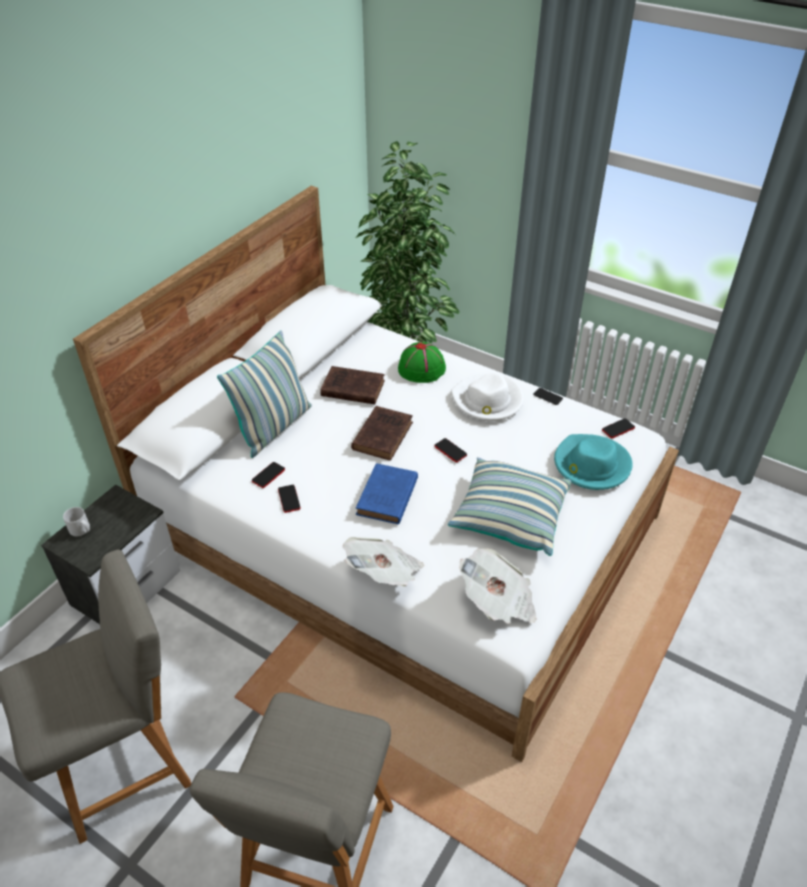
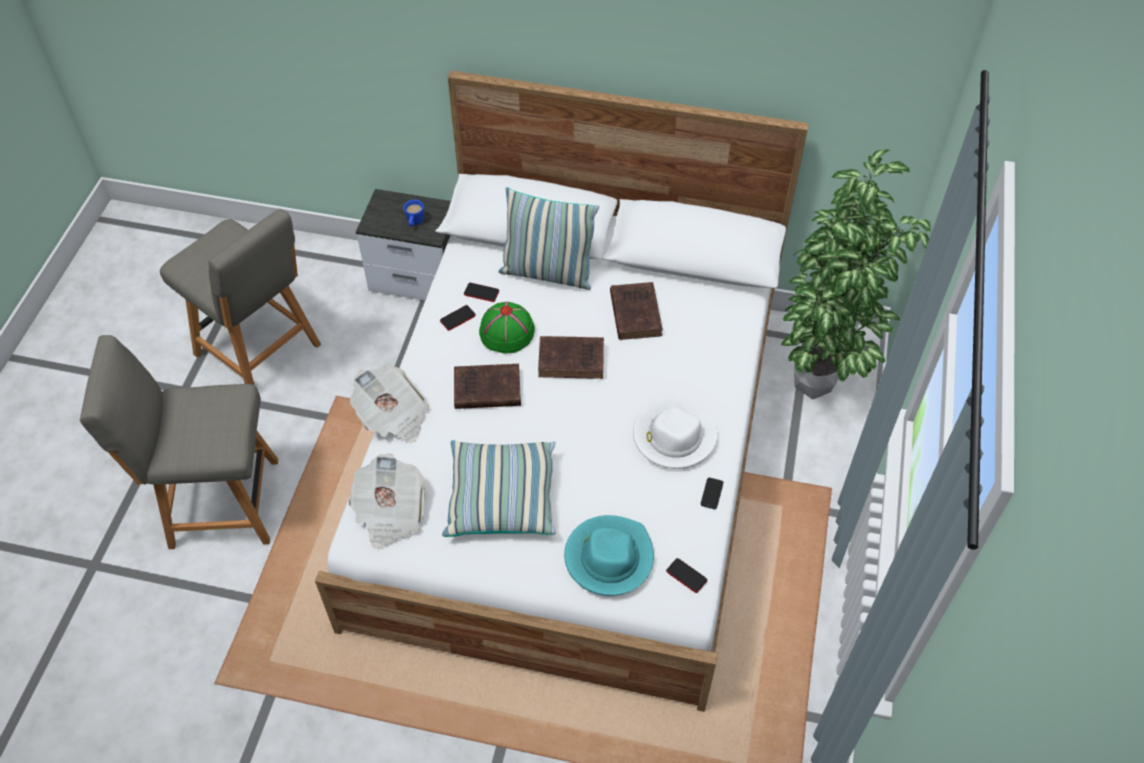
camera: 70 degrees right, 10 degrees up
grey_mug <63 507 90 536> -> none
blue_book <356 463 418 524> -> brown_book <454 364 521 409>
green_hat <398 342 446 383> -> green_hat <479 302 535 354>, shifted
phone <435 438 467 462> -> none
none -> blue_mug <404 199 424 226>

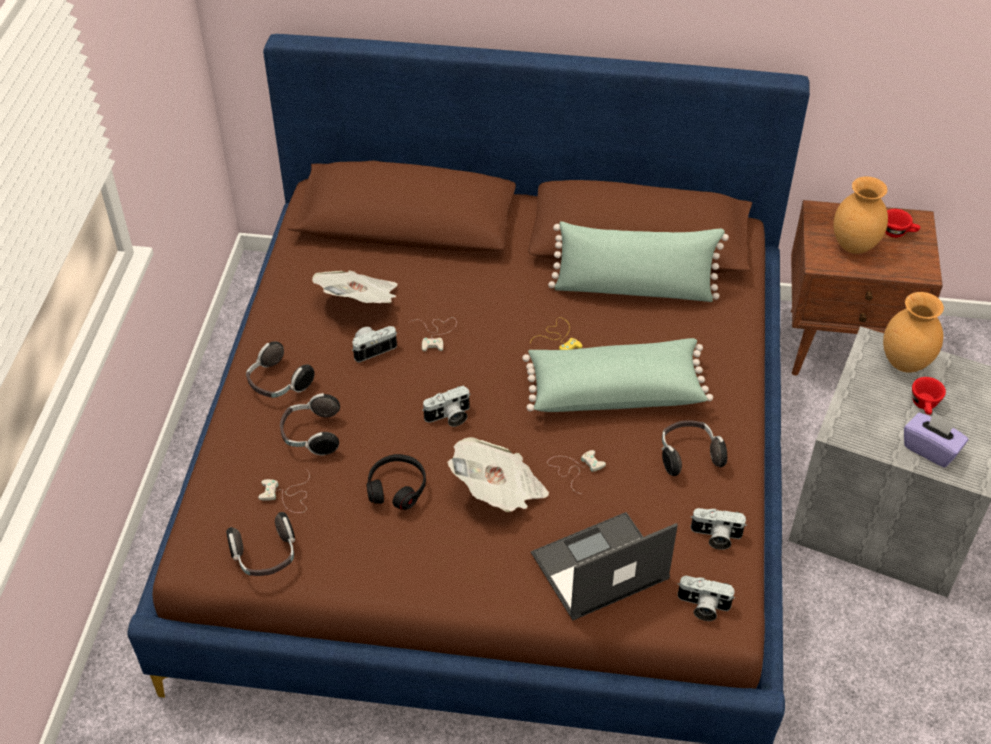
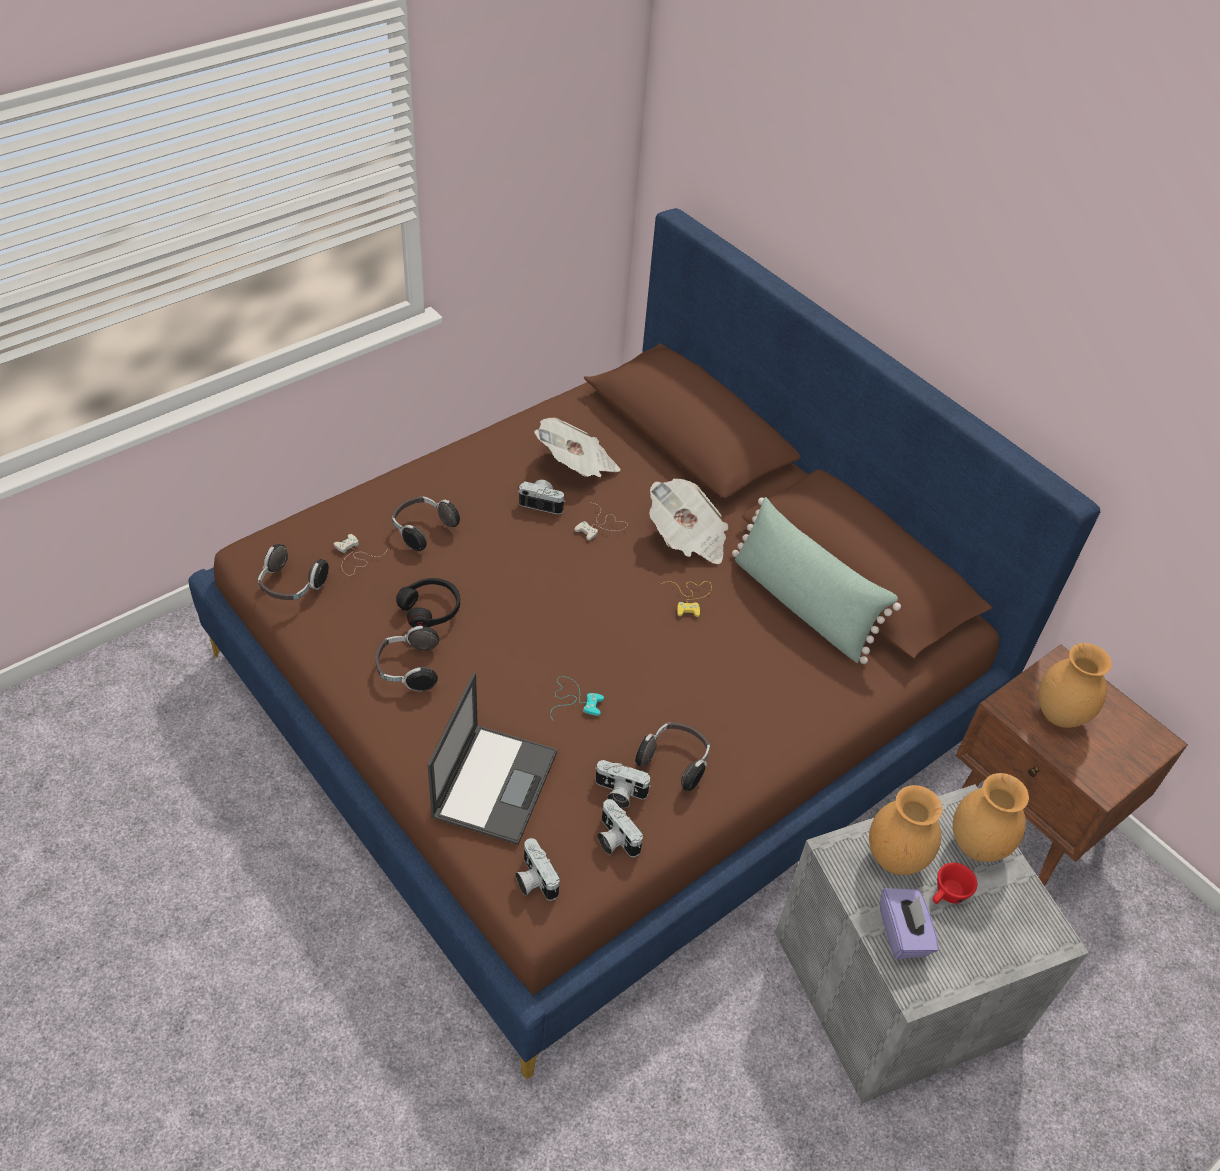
camera: 40 degrees right, 0 degrees up
headphones <246 341 315 398> -> headphones <375 626 439 691>, shifted
photo_camera <422 386 470 427> -> photo_camera <595 760 651 808>, shifted
newspaper <447 437 549 512> -> newspaper <649 479 728 564>, shifted
green_pillow <522 338 713 412> -> none
laptop <531 512 678 620> -> laptop <428 672 557 845>, 90 degrees clockwise
white_game_controller <547 450 606 494> -> turquoise_game_controller <550 676 604 720>
red_cup <885 209 921 238> -> none
none -> brown_vase <869 785 942 875>

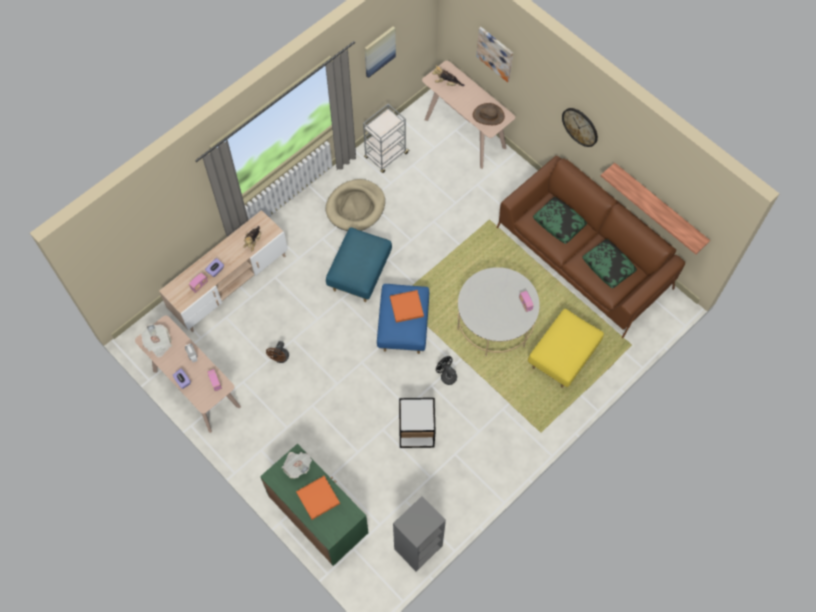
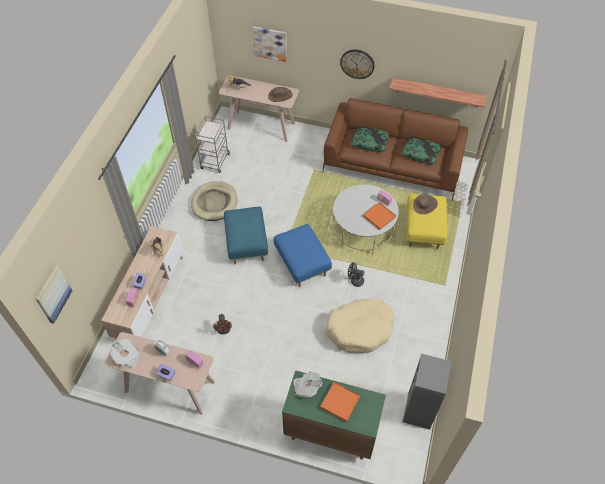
camera: 30 degrees left, 10 degrees down
picture <365 26 396 78> -> picture <36 265 72 324>, shifted
orange_tray <390 290 424 323> -> orange_tray <363 202 396 230>, shifted
side_table <399 398 435 448> -> beige_dog_bed <325 298 394 353>
none -> brown_hat <413 194 438 214>

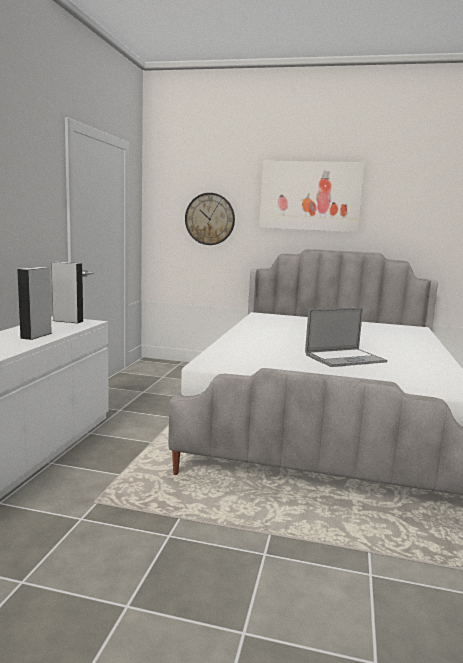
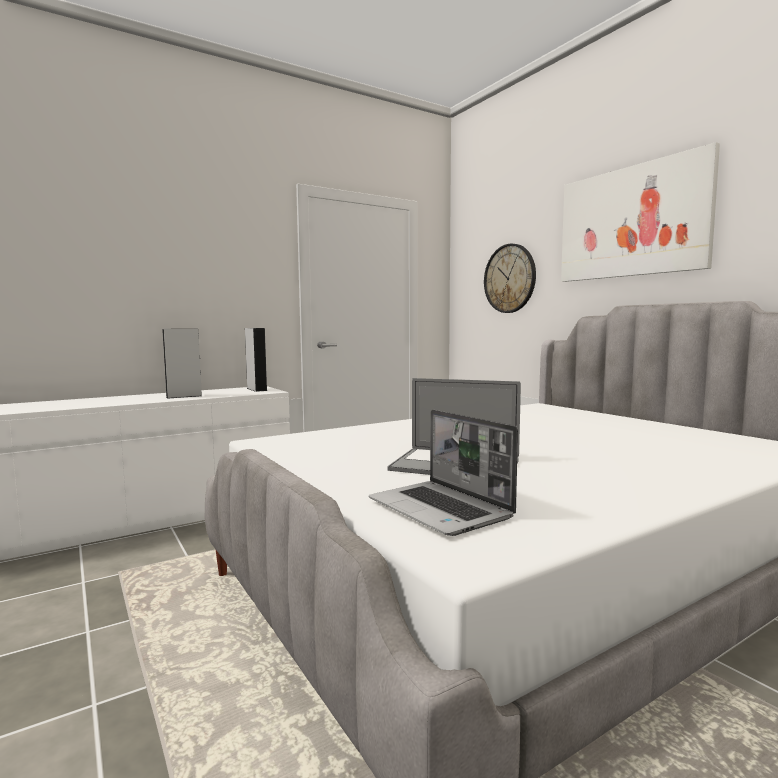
camera: 45 degrees right, 5 degrees down
none -> laptop <369 410 518 536>

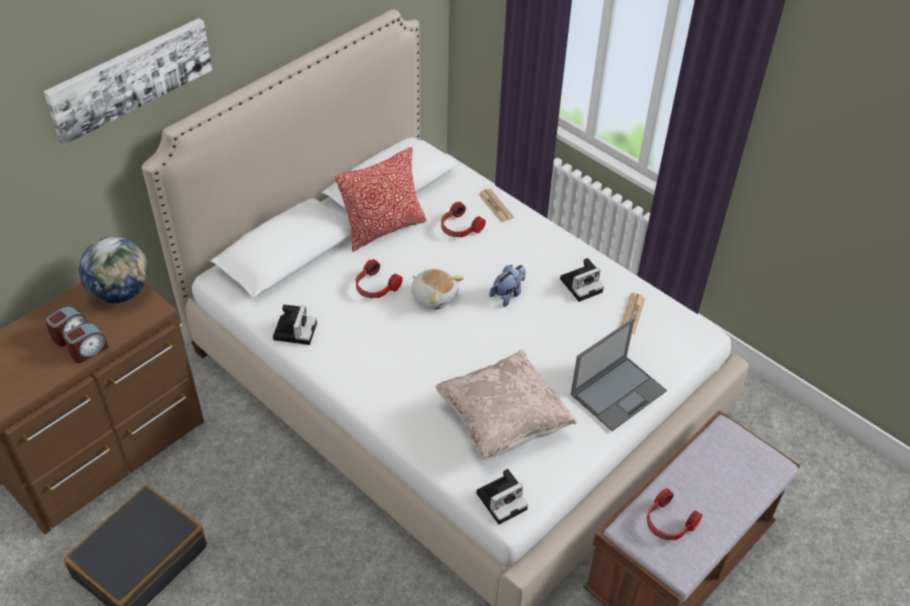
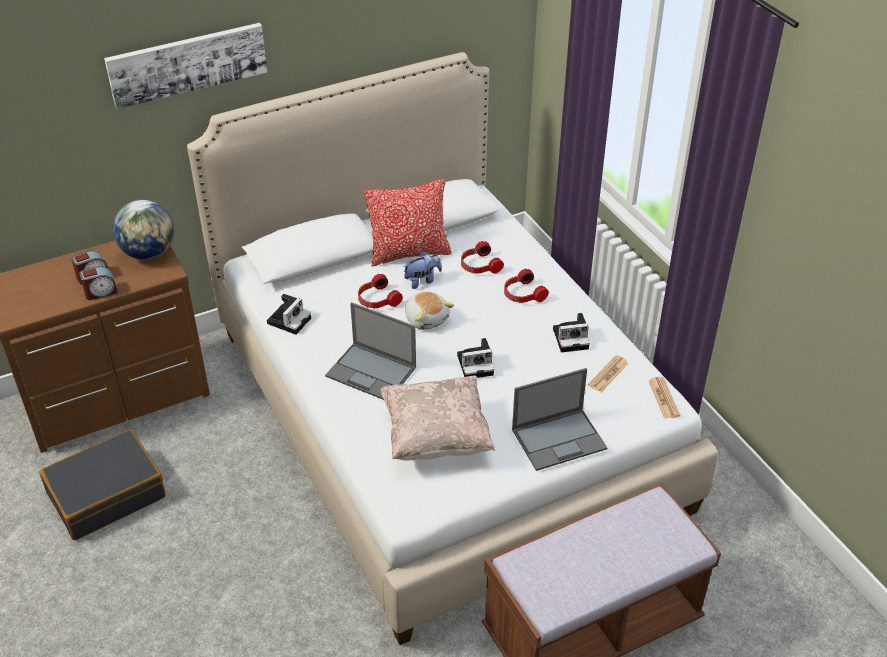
camera: 20 degrees right, 5 degrees down
photo_camera <476 469 528 524> -> photo_camera <457 338 494 378>, shifted
newspaper <479 188 514 223> -> newspaper <648 377 680 419>, shifted
plush_toy <490 265 526 307> -> plush_toy <403 251 442 289>, shifted
headphones <647 488 702 540> -> headphones <504 269 549 303>, shifted
none -> laptop <325 302 416 400>

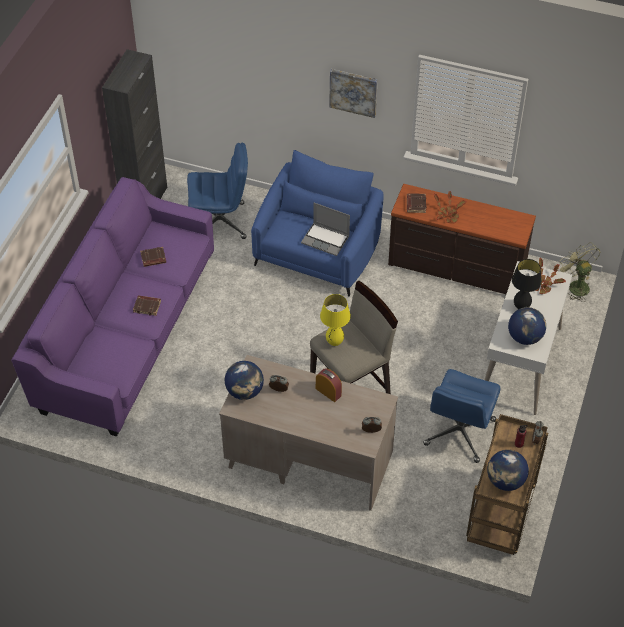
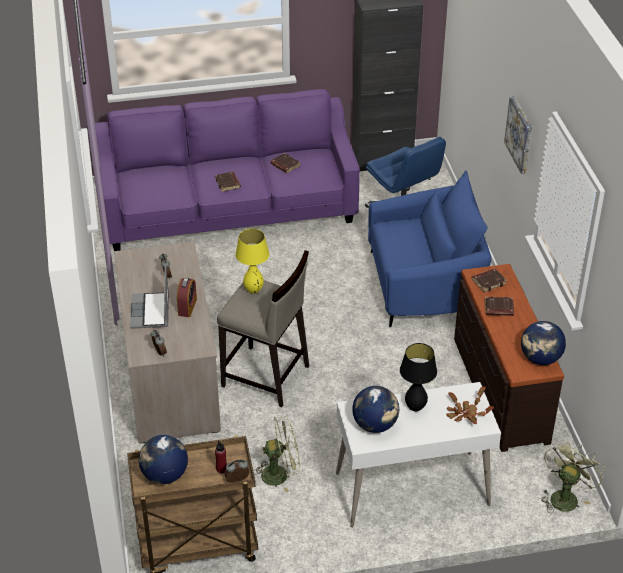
camera: 60 degrees right, 10 degrees down
globe <225 361 264 400> -> globe <521 321 566 365>, shifted
laptop <301 203 350 256> -> laptop <130 265 169 329>, shifted
blue_office_chair <423 369 500 463> -> green_fan <253 416 300 492>
potted_plant <434 191 466 223> -> brown_book <485 296 514 316>

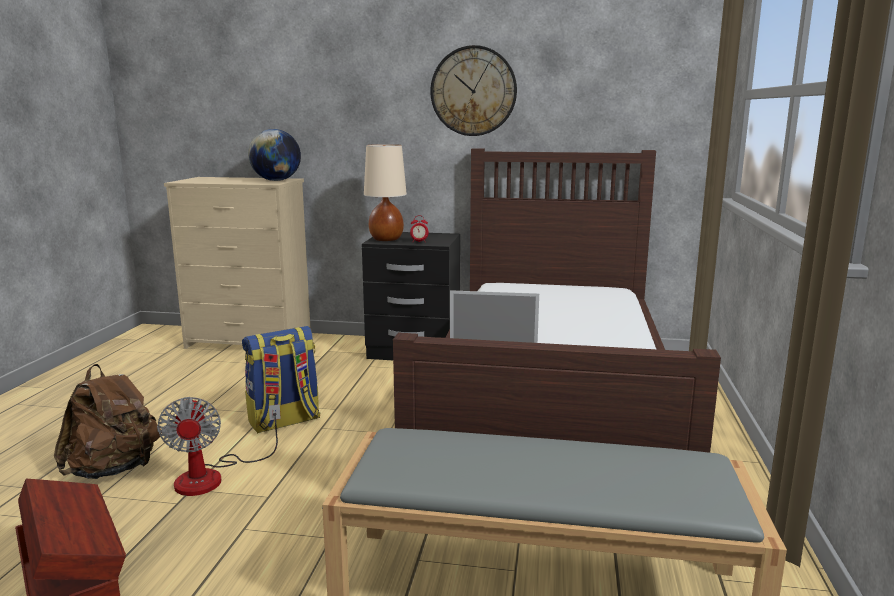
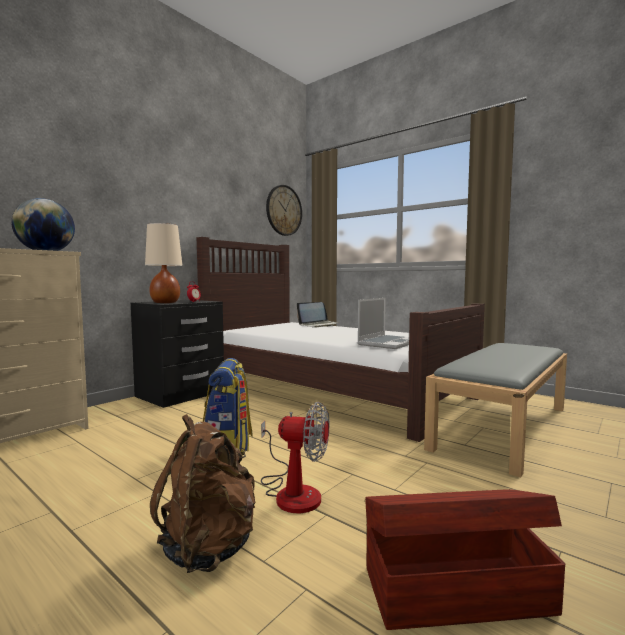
camera: 60 degrees left, 10 degrees down
wall_clock <430 45 517 136> -> wall_clock <266 185 302 236>, shifted
none -> laptop <297 302 339 328>

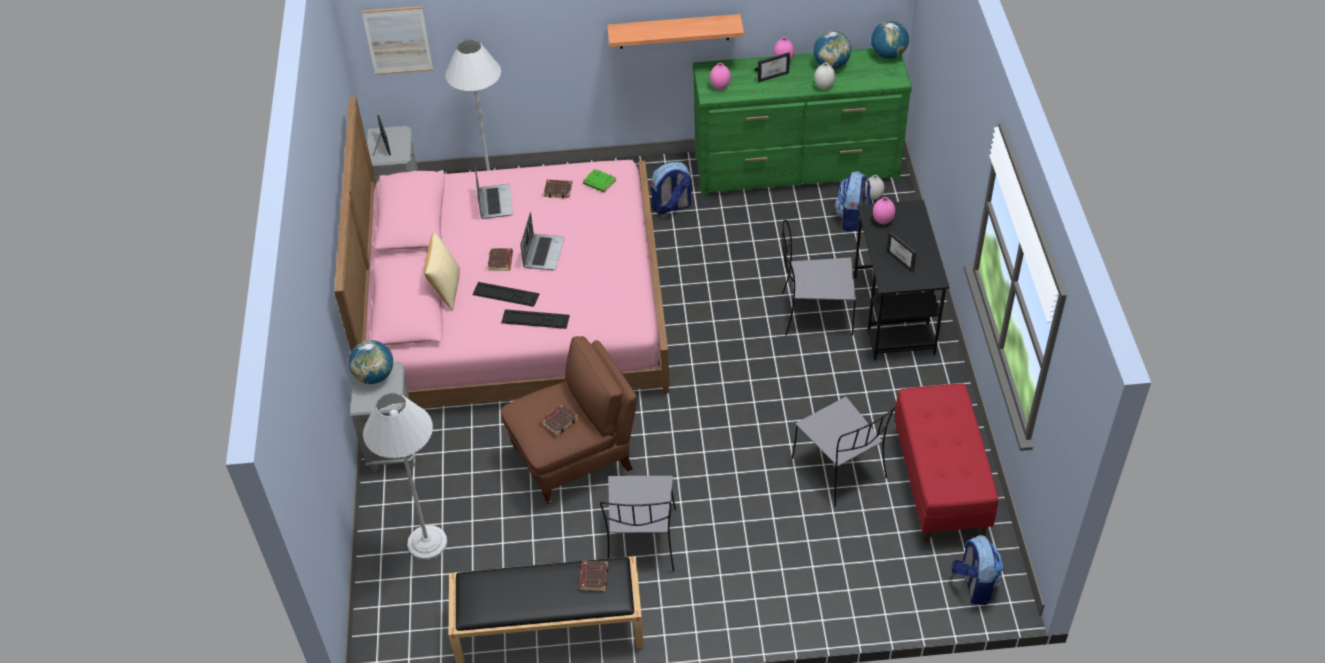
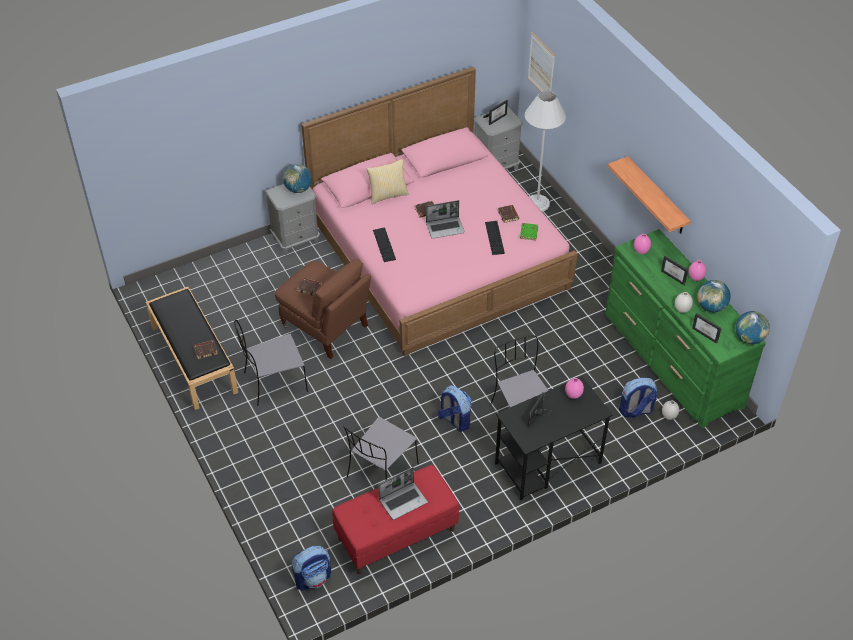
camera: 65 degrees right, 0 degrees up
white_floor_lamp <363 393 447 560> -> none
keyboard <472 282 540 307> -> keyboard <485 221 505 255>, shifted
laptop <475 166 513 219> -> laptop <378 467 428 520>, shifted
backpack <651 162 692 215> -> backpack <437 385 472 432>, shifted
none -> picture_frame <692 313 721 344>

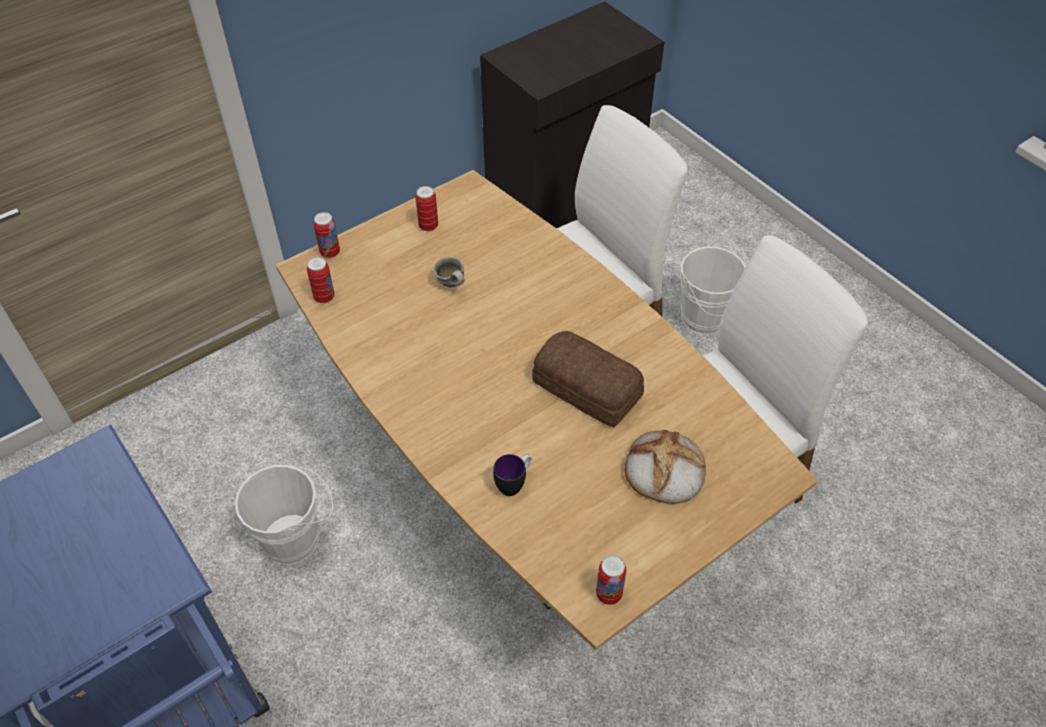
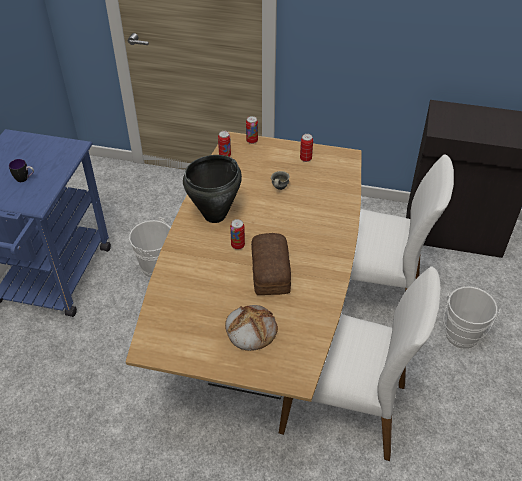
camera: 50 degrees right, 5 degrees down
mug <493 454 532 496> -> mug <9 159 34 182>, shifted
can <596 555 627 605> -> can <230 219 245 249>, shifted
none -> black_cooking_pot <183 155 242 223>

